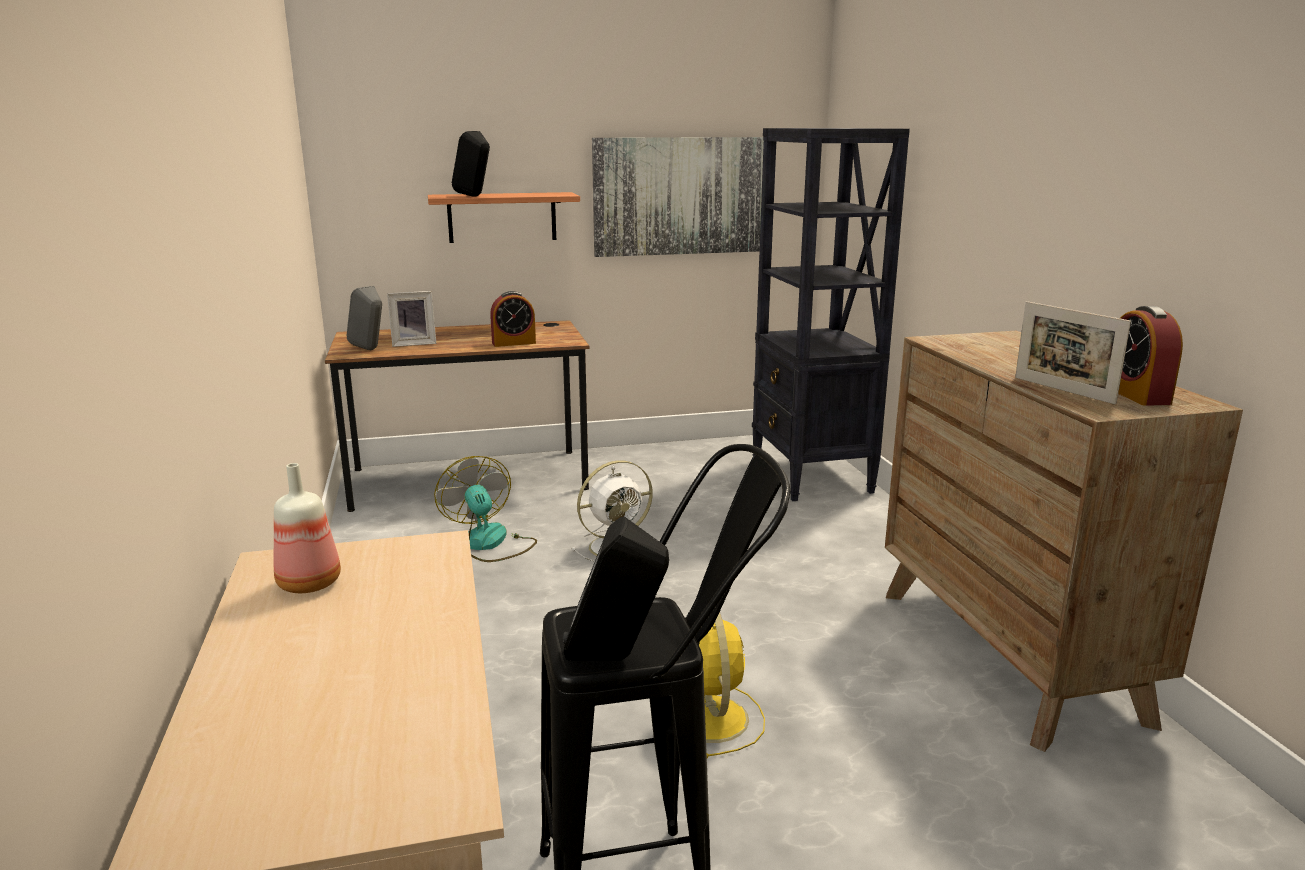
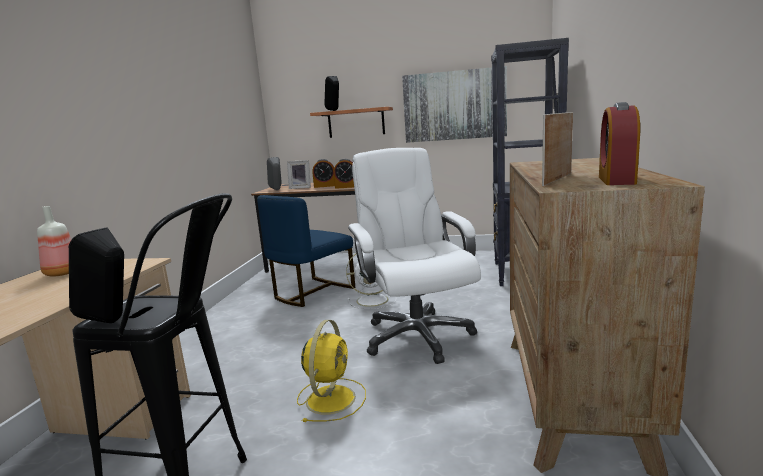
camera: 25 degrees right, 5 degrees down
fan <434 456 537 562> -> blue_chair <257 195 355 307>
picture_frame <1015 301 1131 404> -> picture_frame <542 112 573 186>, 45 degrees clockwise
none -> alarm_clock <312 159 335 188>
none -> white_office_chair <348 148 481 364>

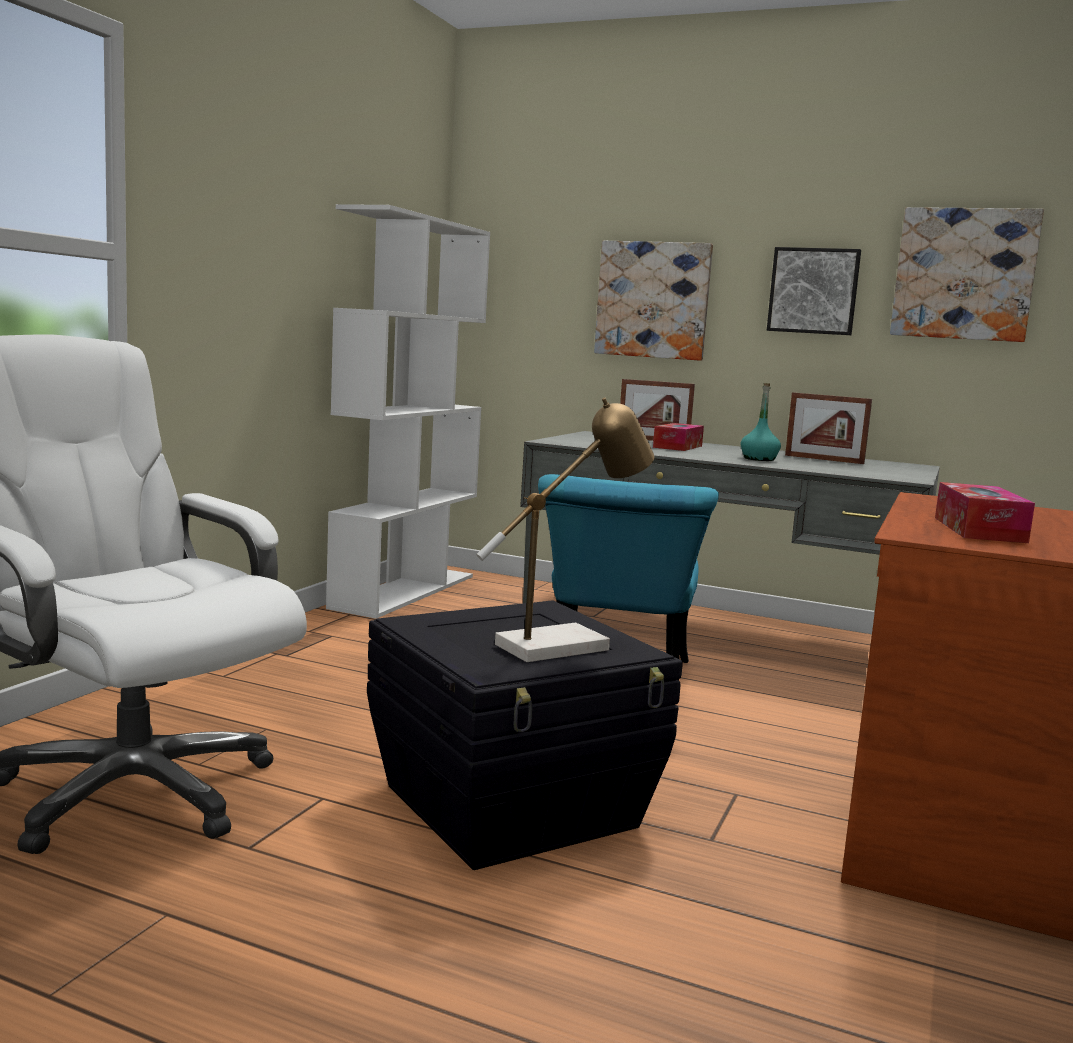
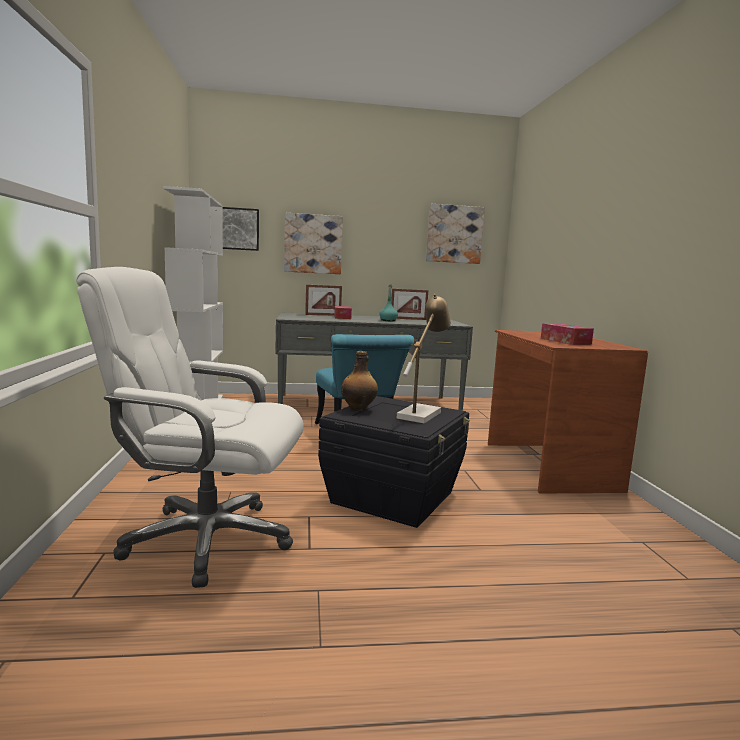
camera: 30 degrees left, 0 degrees up
picture <767 247 861 335> -> picture <222 207 259 251>, shifted
none -> bottle <341 351 378 412>

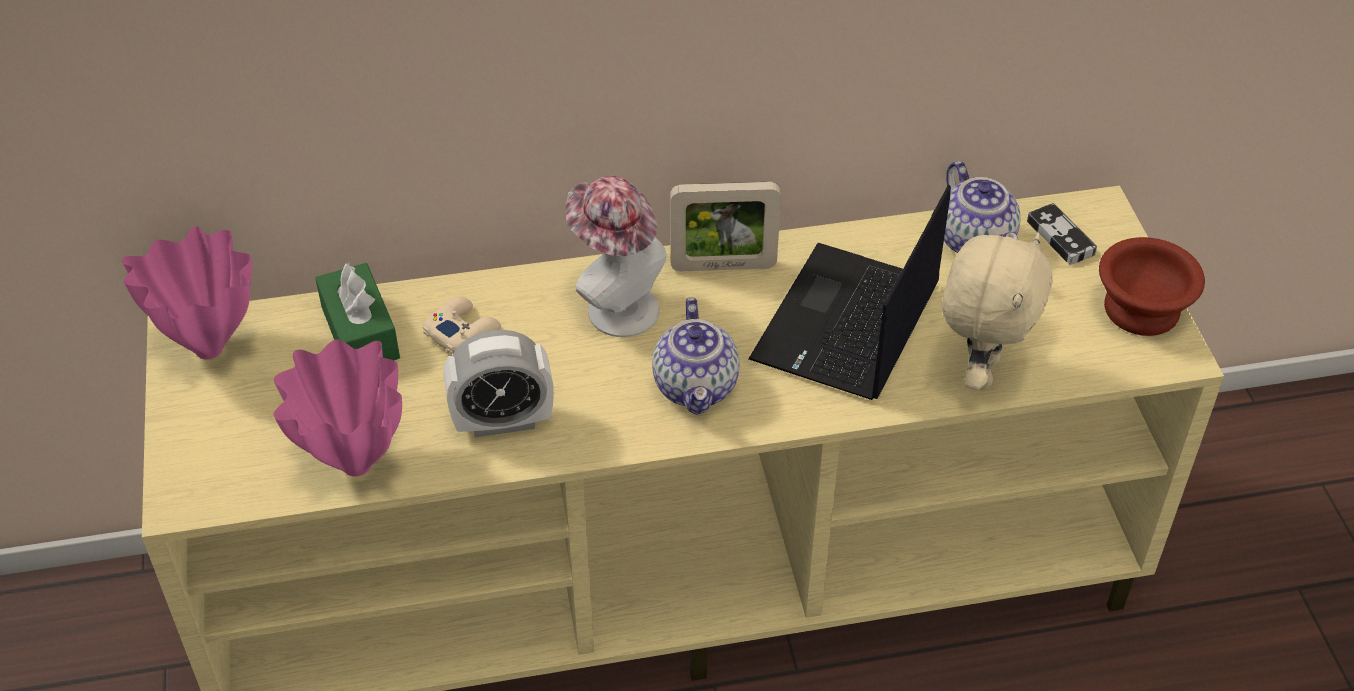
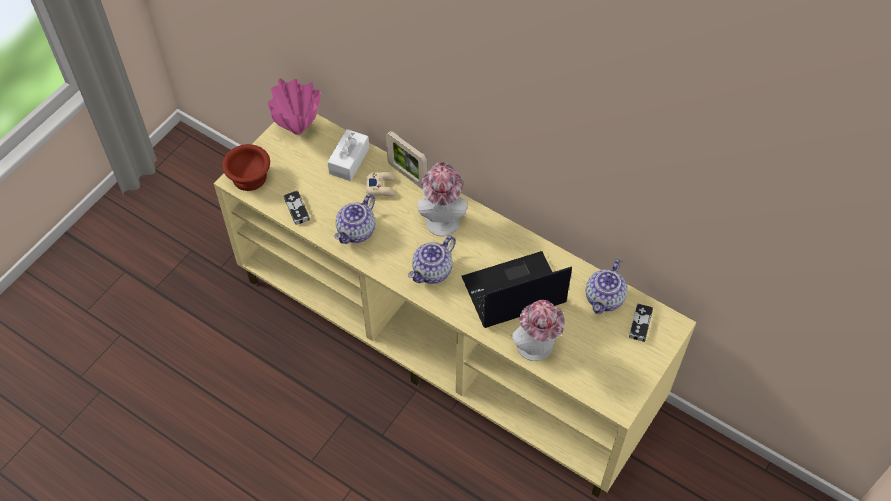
camera: 45 degrees right, 10 degrees up
pink_vase <274 339 402 476> -> game_controller <284 190 310 225>
green_tissue_box <315 263 400 360> -> white_tissue_box <327 129 369 181>
alarm_clock <444 330 554 437> -> teapot <334 194 375 244>
picture_frame <670 182 781 271> -> picture_frame <386 131 427 188>, shifted
beige_plush_toy <942 233 1053 390> -> hat <512 300 565 361>
brown_bowl <1099 237 1205 336> -> brown_bowl <222 144 270 191>, shifted

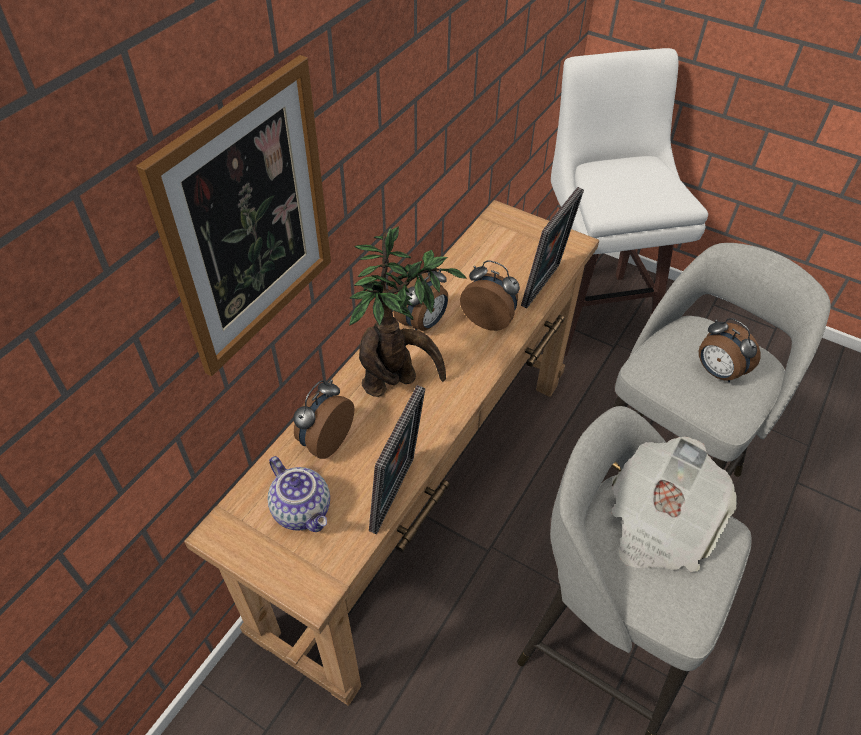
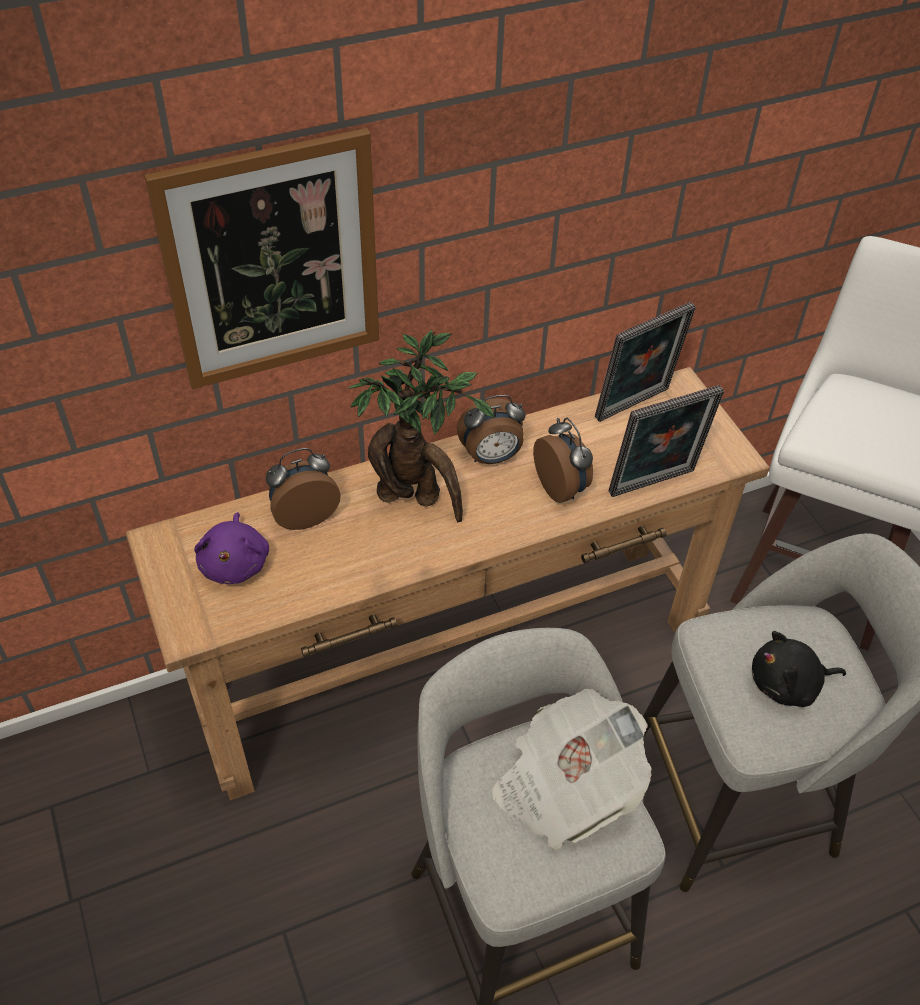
camera: 35 degrees right, 0 degrees up
teapot <268 456 330 532> -> purple_plush_toy <194 512 269 584>
picture_frame <369 385 425 534> -> picture_frame <595 302 696 422>, shifted
alarm_clock <699 318 761 382> -> black_plush_toy <752 631 846 707>

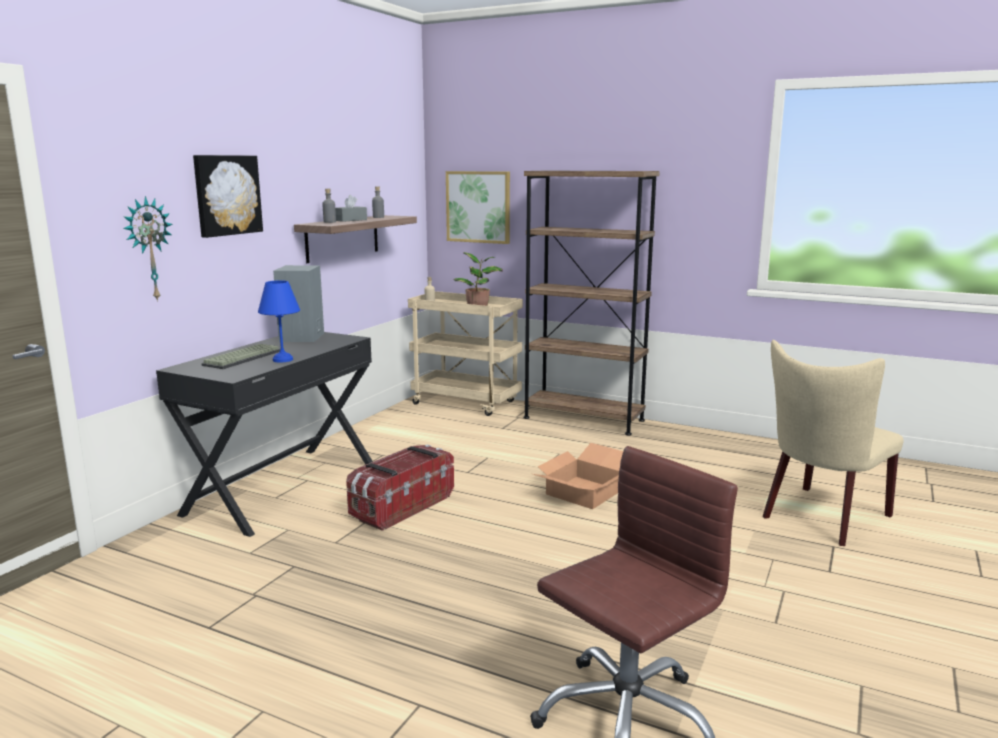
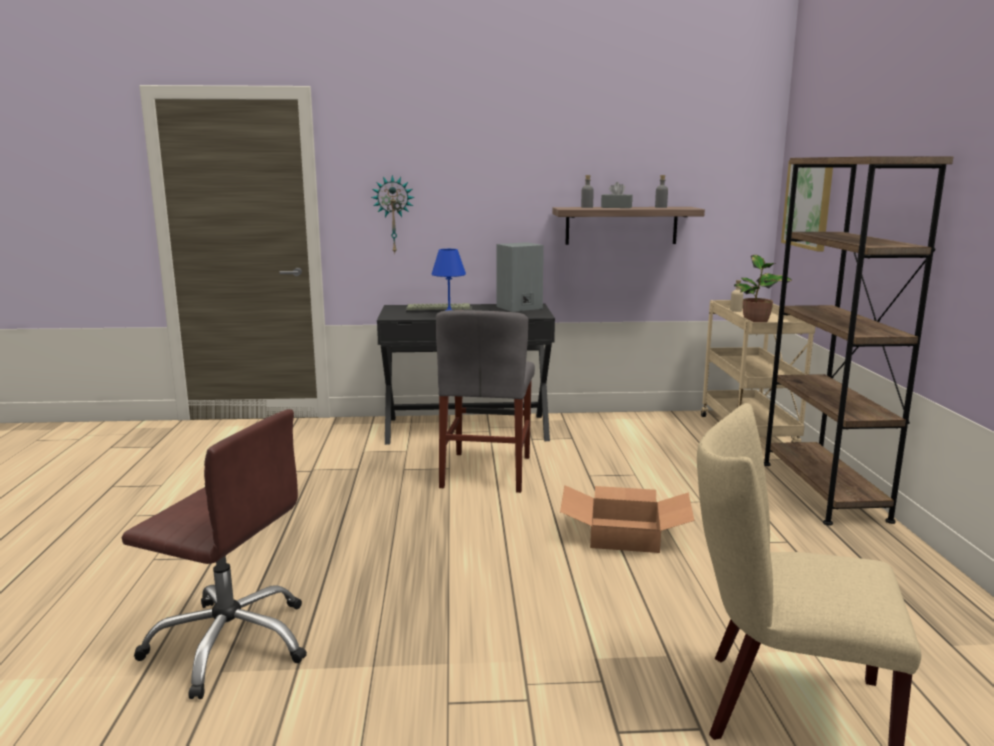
camera: 60 degrees right, 0 degrees up
picture <193 155 263 238> -> none
storage_box <346 445 454 531> -> grey_chair <436 310 535 493>

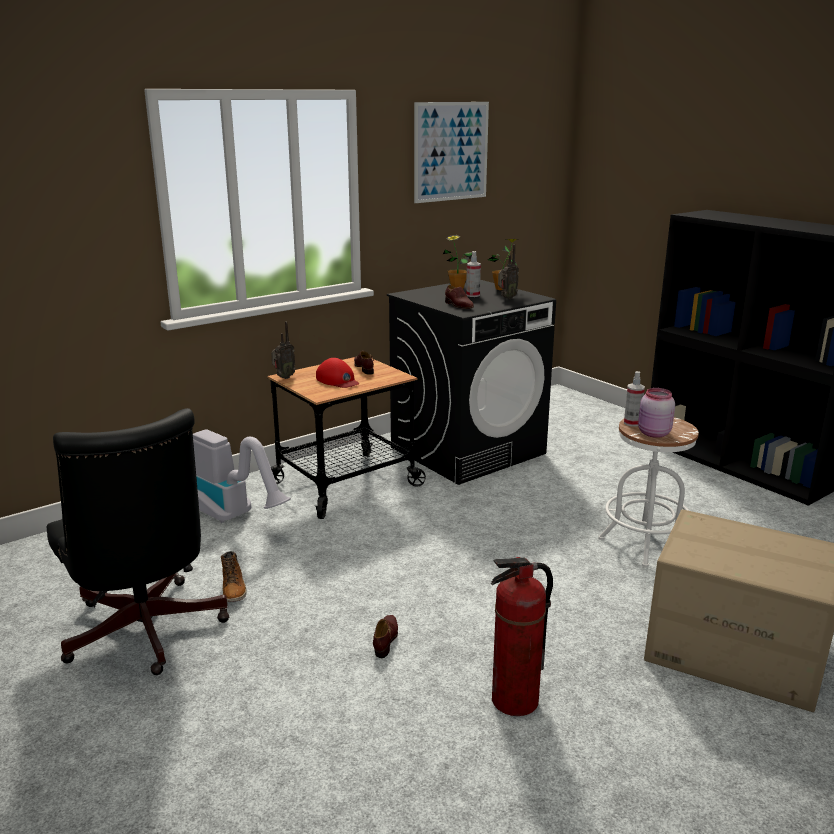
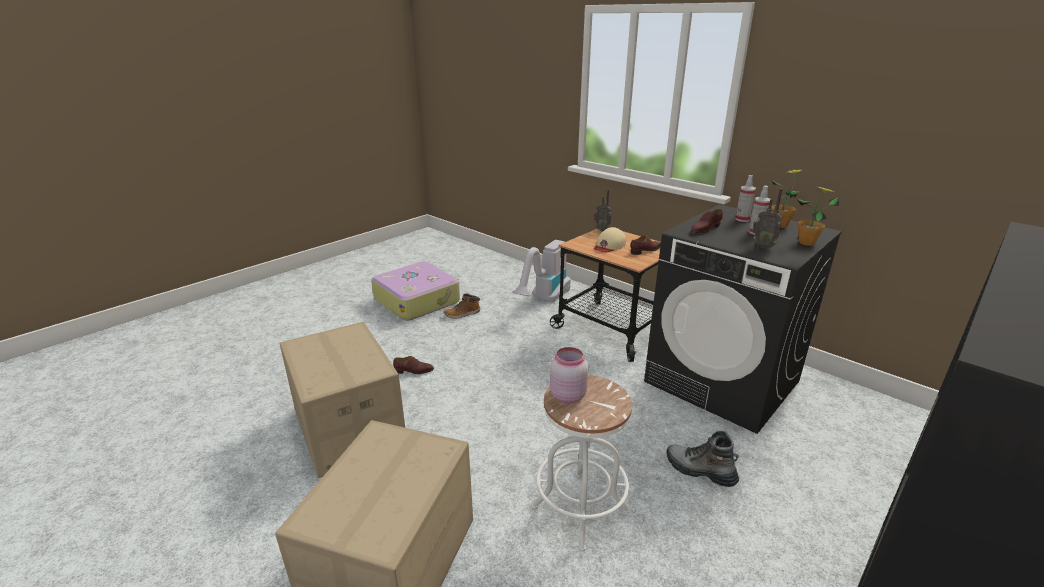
camera: 80 degrees right, 5 degrees up
black_office_chair <47 408 229 675> -> suitcase <371 262 460 321>
red_cap <316 358 359 388> -> beige_cap <594 227 626 252>
picture <414 102 489 203> -> none
fire_extinguisher <491 557 553 716> -> cardboard_box <280 322 405 478>
spray_bottle <624 371 645 427> -> spray_bottle <735 175 756 222>, shifted
none -> boot <666 431 739 487>

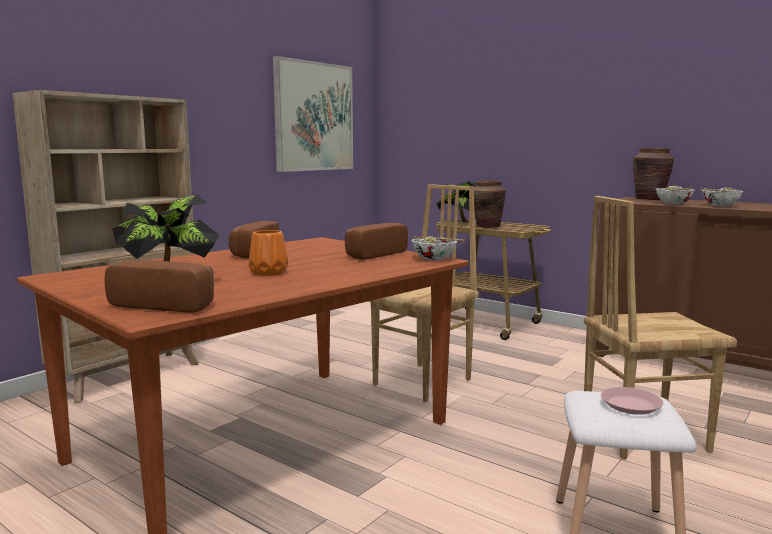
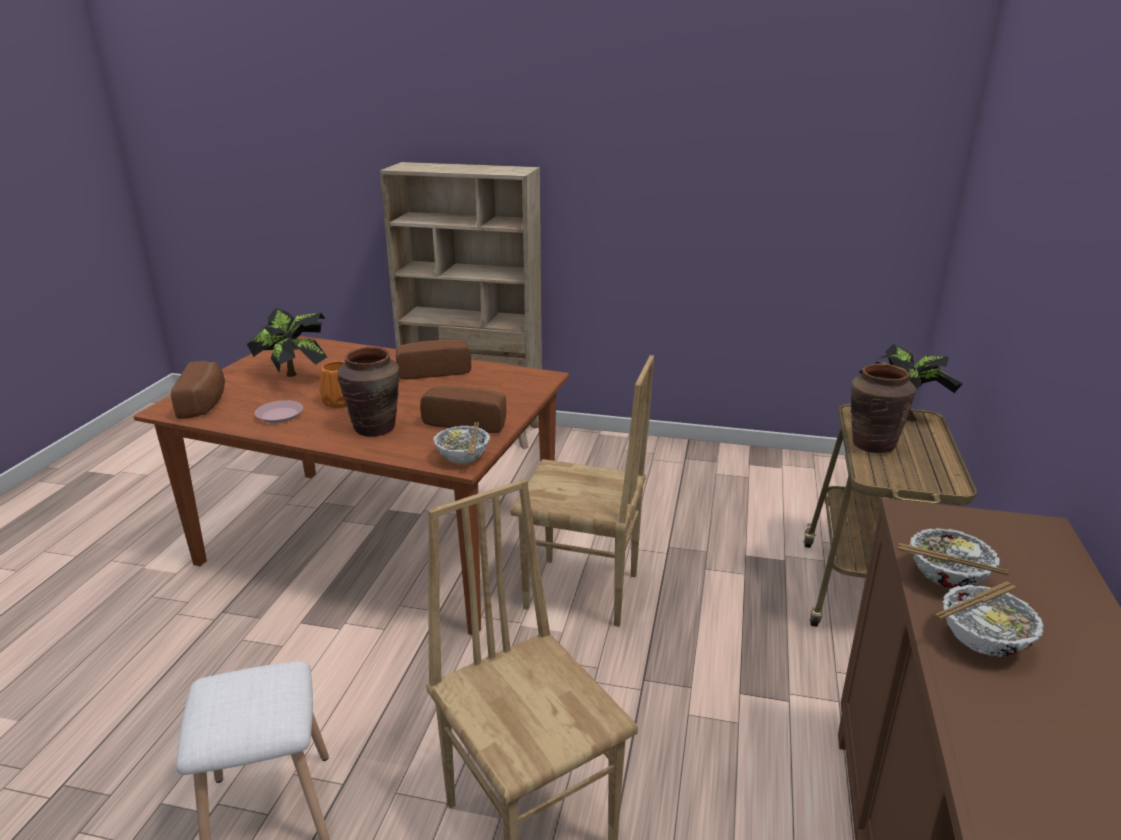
camera: 65 degrees right, 15 degrees up
picture <273 56 353 172> -> none
pink_plate <601 387 663 415> -> pink_plate <255 400 303 423>, shifted
brown_vase <633 148 674 200> -> brown_vase <338 347 399 436>, shifted

